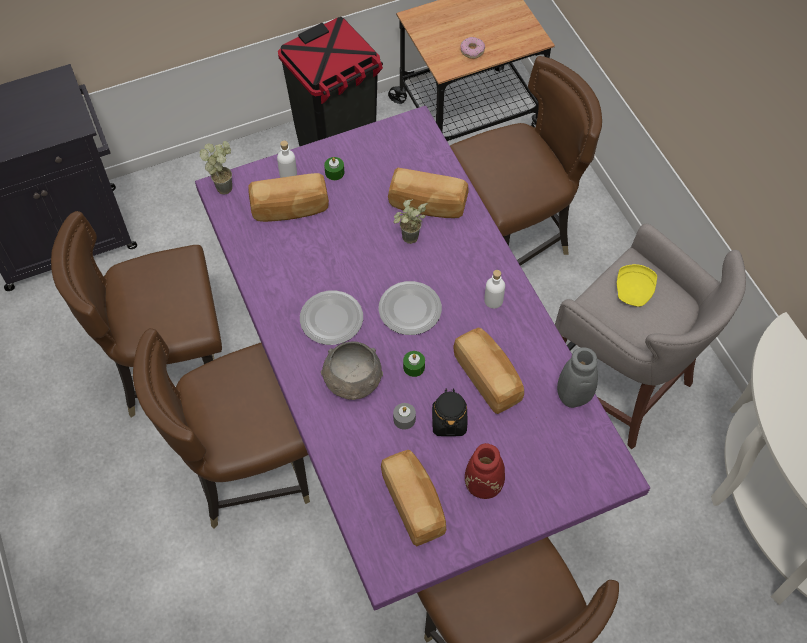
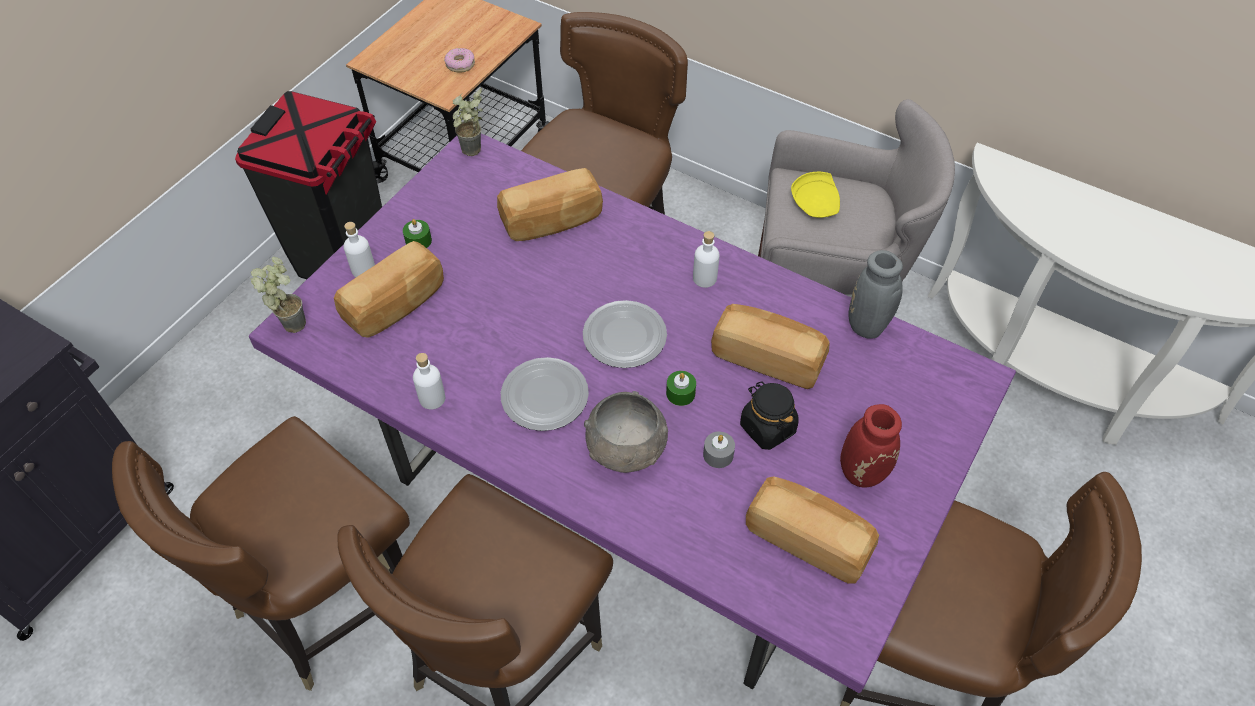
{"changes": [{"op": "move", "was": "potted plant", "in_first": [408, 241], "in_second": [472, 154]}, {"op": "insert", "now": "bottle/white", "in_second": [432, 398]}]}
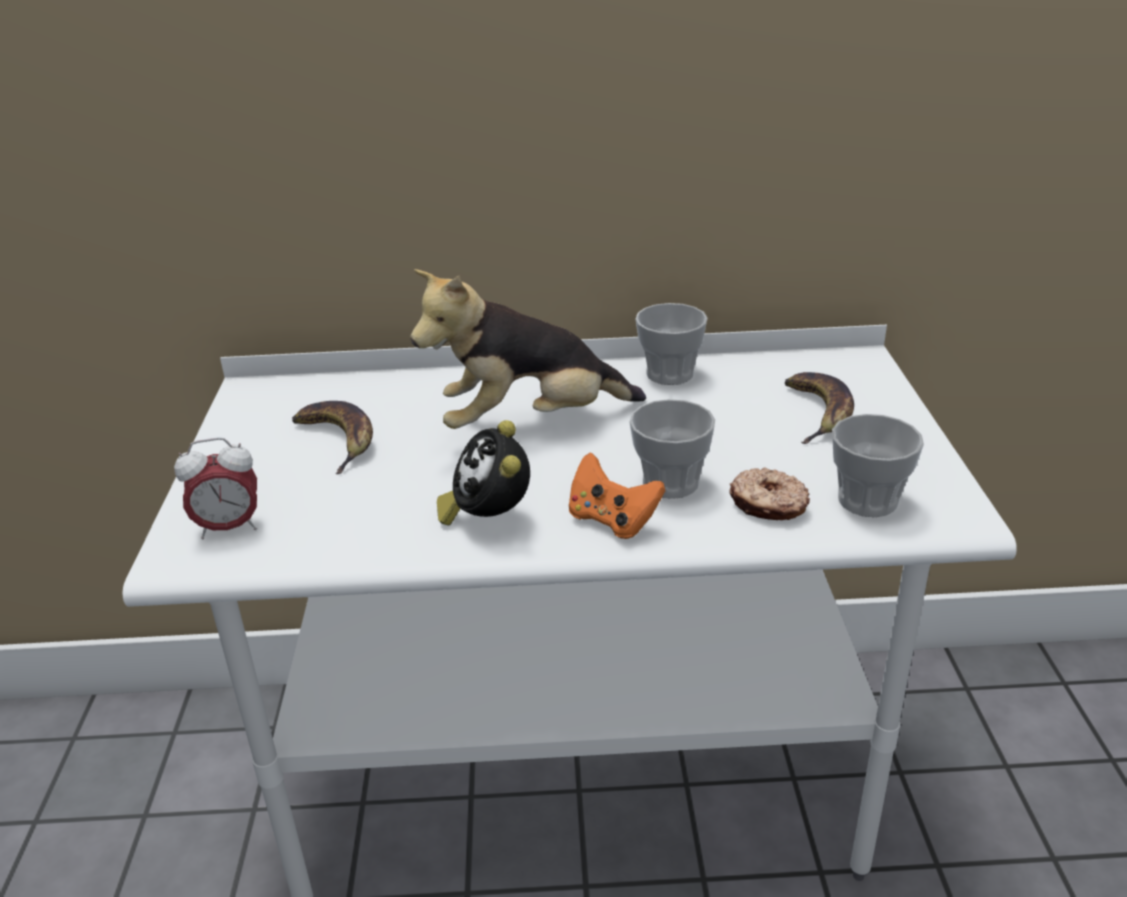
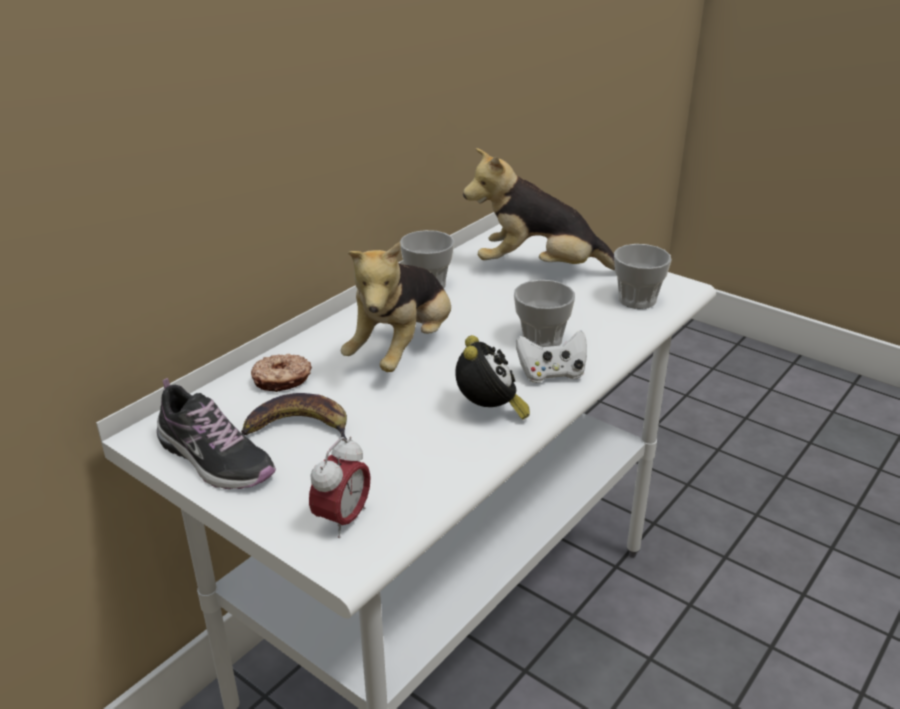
{"changes": [{"op": "replace", "was": "banana", "now": "plush toy", "in_first": [818, 413], "in_second": [540, 269]}, {"op": "rotate", "was": "alarm clock", "in_first": [488, 518], "in_second": [489, 412], "clockwise": -120}, {"op": "recolor", "was": "game controller/orange", "now": "game controller/white", "in_first": [612, 520], "in_second": [552, 374]}, {"op": "move", "was": "donut", "in_first": [768, 505], "in_second": [282, 380]}, {"op": "insert", "now": "shoe", "in_second": [215, 459]}]}
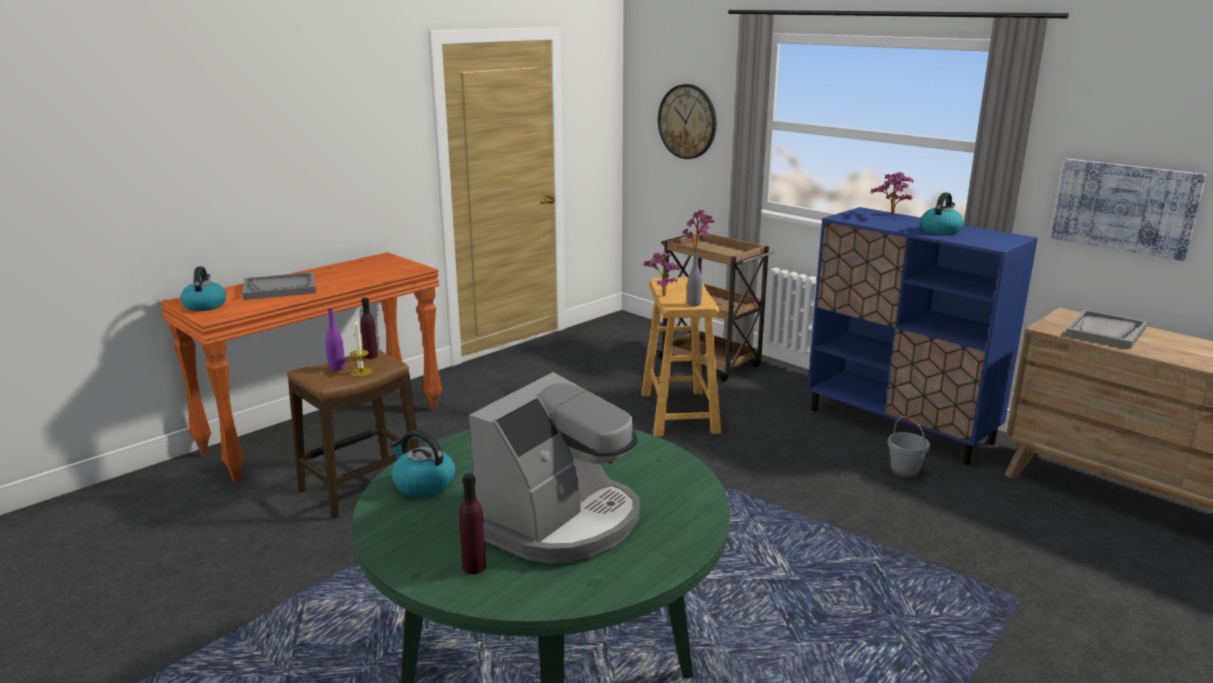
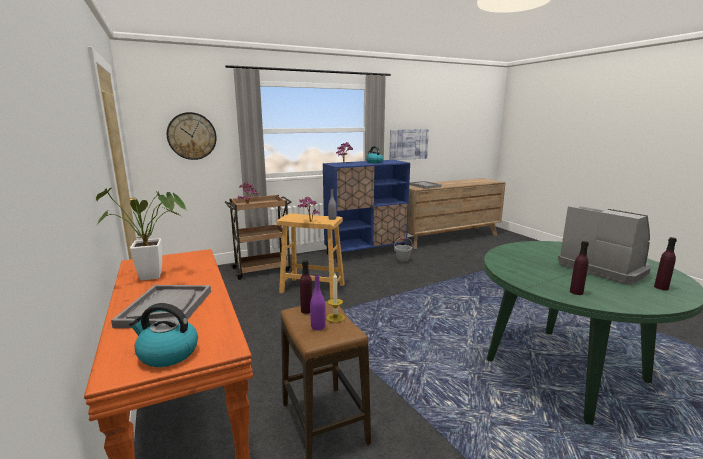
{"changes": [{"op": "replace", "was": "kettle", "now": "bottle/purple", "in_first": [423, 484], "in_second": [576, 292]}, {"op": "insert", "now": "potted plant", "in_second": [157, 276]}]}
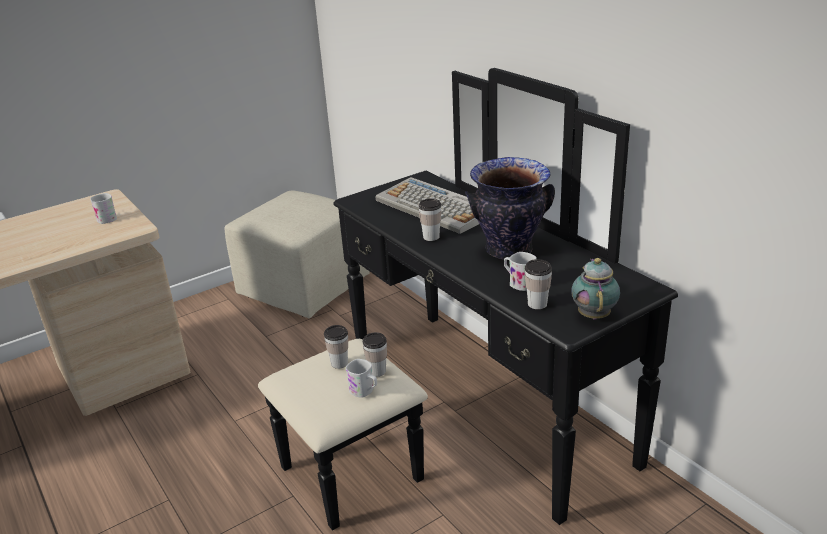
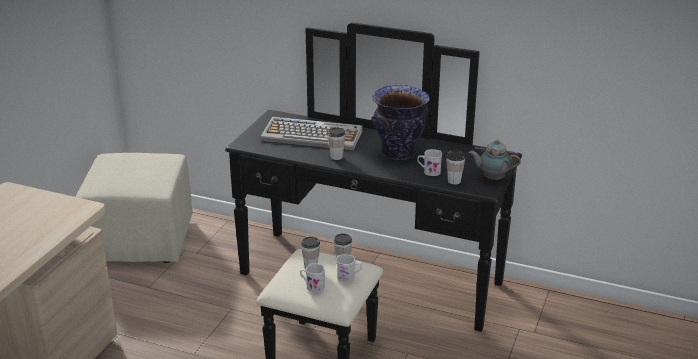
{"changes": [{"op": "move", "was": "mug/white", "in_first": [105, 218], "in_second": [312, 286]}, {"op": "rotate", "was": "teapot", "in_first": [594, 314], "in_second": [492, 178], "clockwise": -45}]}
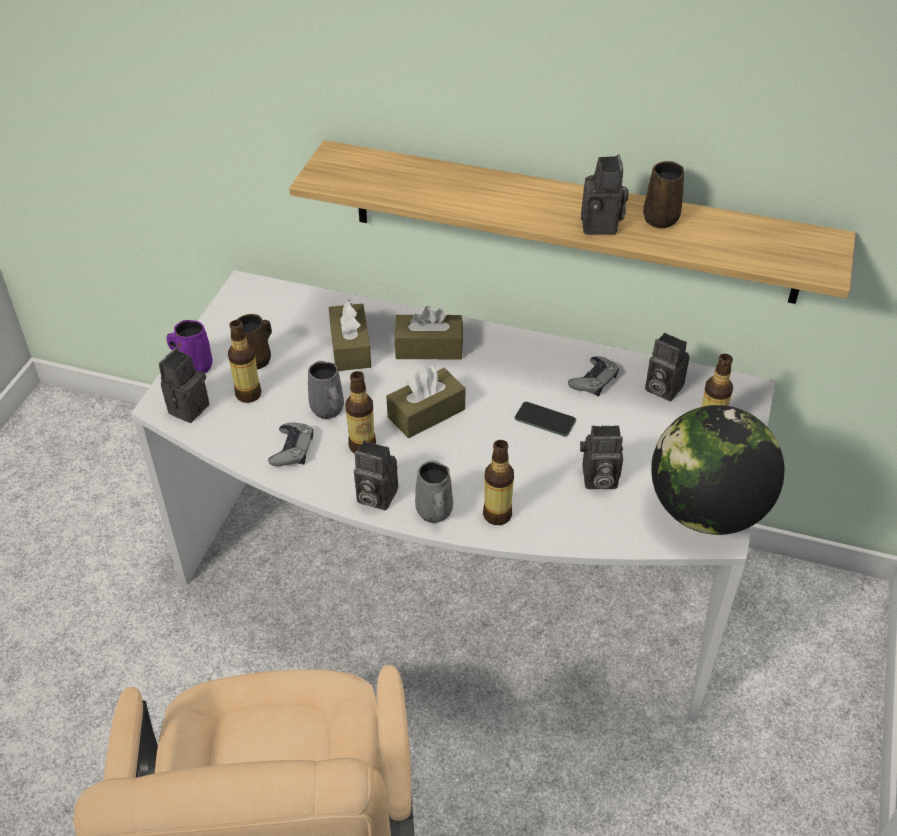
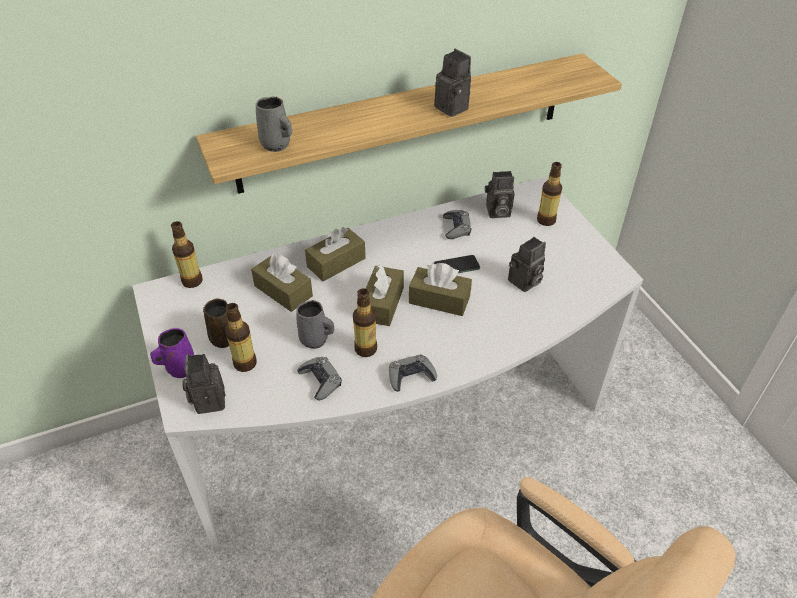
{"changes": [{"op": "delete", "was": "mug/brown", "in_first": [661, 217]}, {"op": "delete", "was": "globe", "in_first": [706, 511]}, {"op": "replace", "was": "photo camera", "now": "game controller/grey", "in_first": [374, 496], "in_second": [411, 376]}, {"op": "move", "was": "bottle", "in_first": [497, 515], "in_second": [192, 281]}, {"op": "move", "was": "mug/grey", "in_first": [434, 512], "in_second": [277, 145]}, {"op": "insert", "now": "tissue box/brown", "in_second": [439, 300]}]}
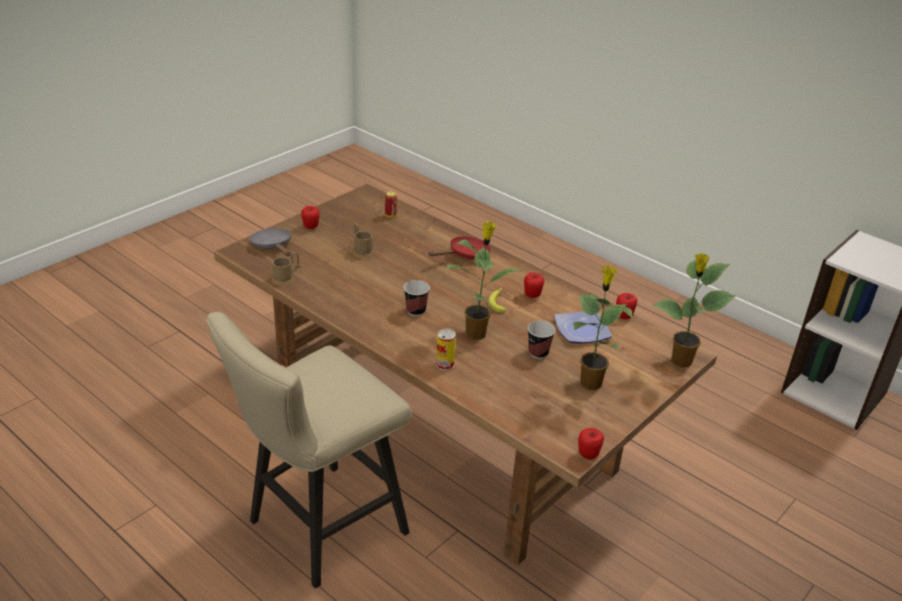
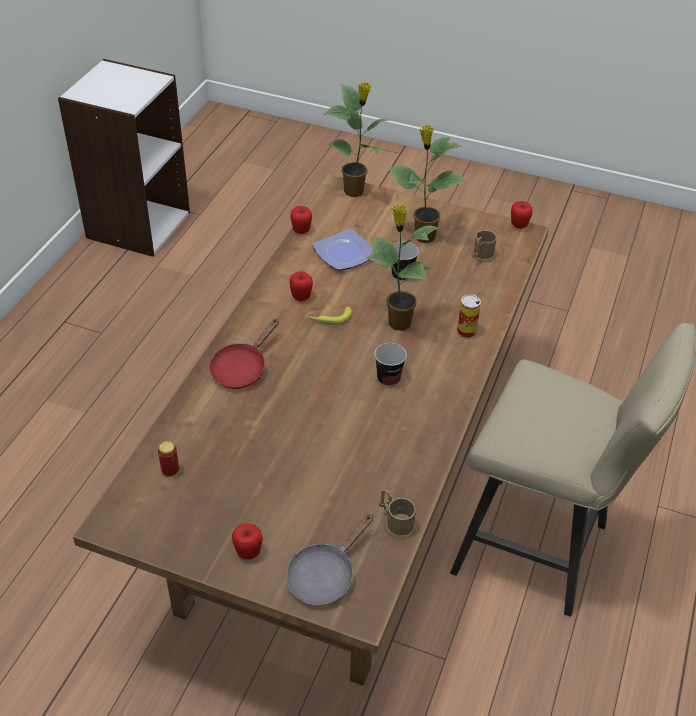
{"changes": [{"op": "move", "was": "mug/brown", "in_first": [361, 251], "in_second": [481, 257]}, {"op": "rotate", "was": "frying pan/red", "in_first": [465, 255], "in_second": [242, 368], "clockwise": -90}]}
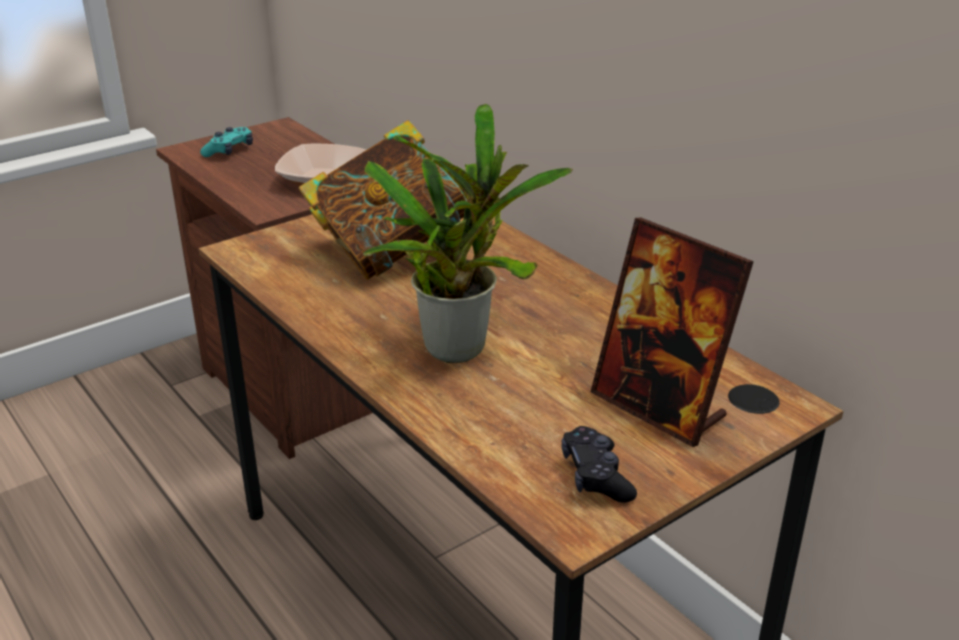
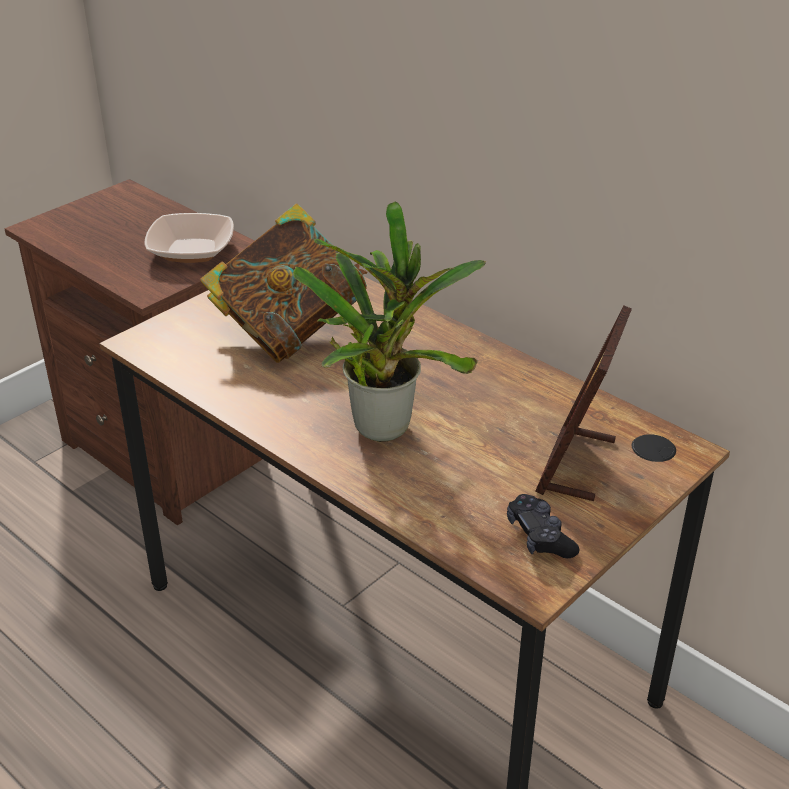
{"changes": [{"op": "delete", "was": "game controller/turquoise", "in_first": [229, 151]}, {"op": "rotate", "was": "picture frame", "in_first": [659, 407], "in_second": [576, 465], "clockwise": 75}]}
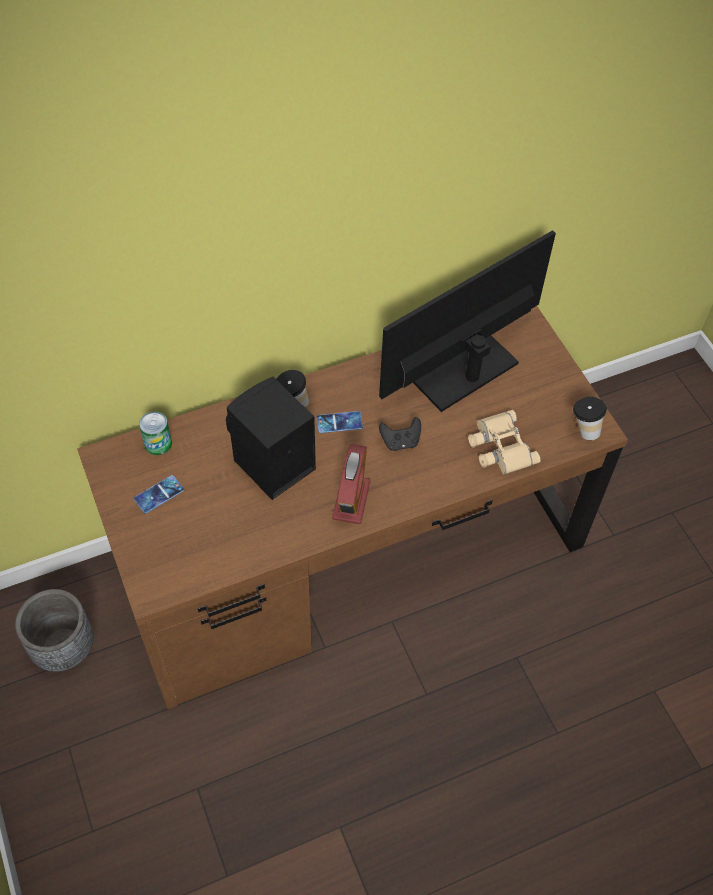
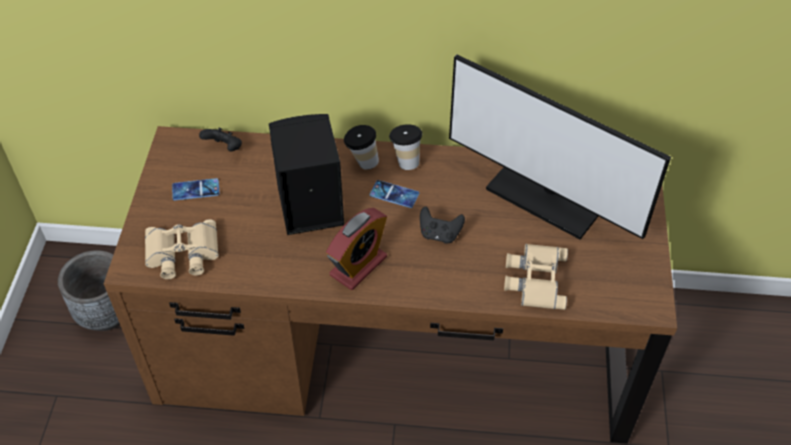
{"changes": [{"op": "rotate", "was": "monitor", "in_first": [465, 372], "in_second": [545, 198], "clockwise": -135}, {"op": "move", "was": "cup", "in_first": [583, 430], "in_second": [406, 160]}, {"op": "replace", "was": "can", "now": "game controller/black", "in_first": [158, 443], "in_second": [224, 148]}, {"op": "insert", "now": "binoculars/beige", "in_second": [182, 254]}]}
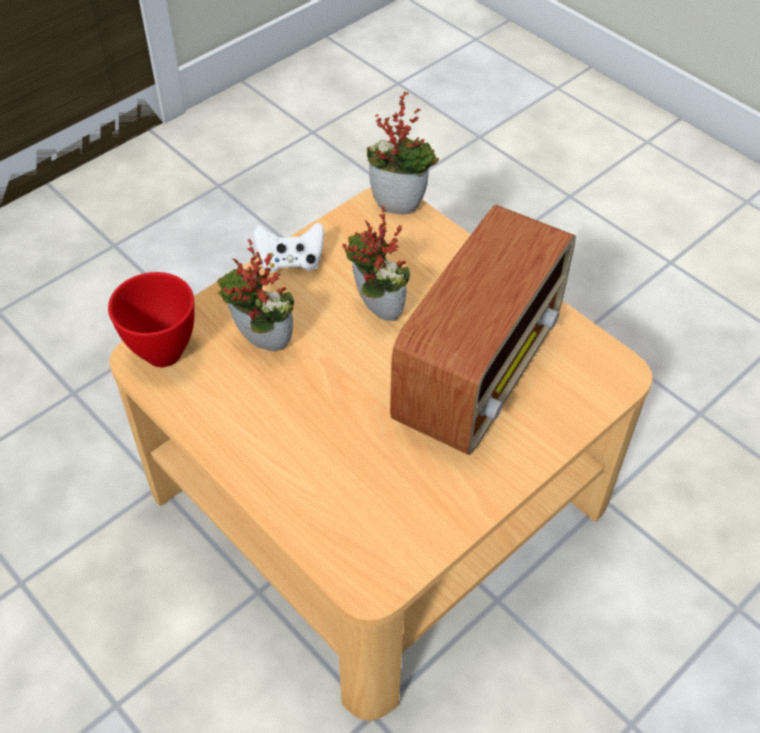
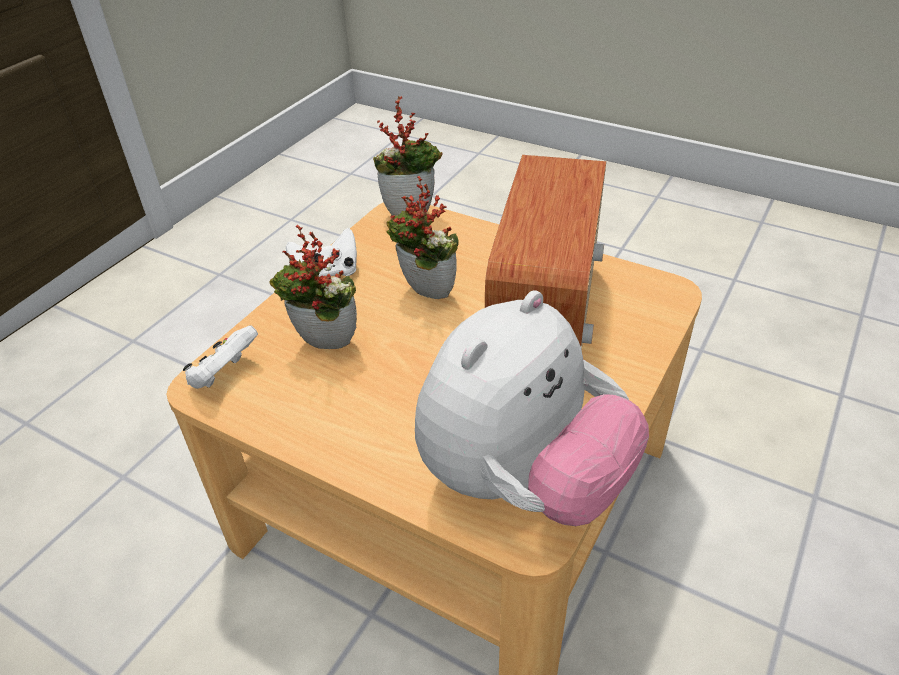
{"changes": [{"op": "replace", "was": "bowl/red", "now": "game controller/white", "in_first": [164, 351], "in_second": [224, 375]}, {"op": "insert", "now": "plush toy", "in_second": [523, 482]}]}
